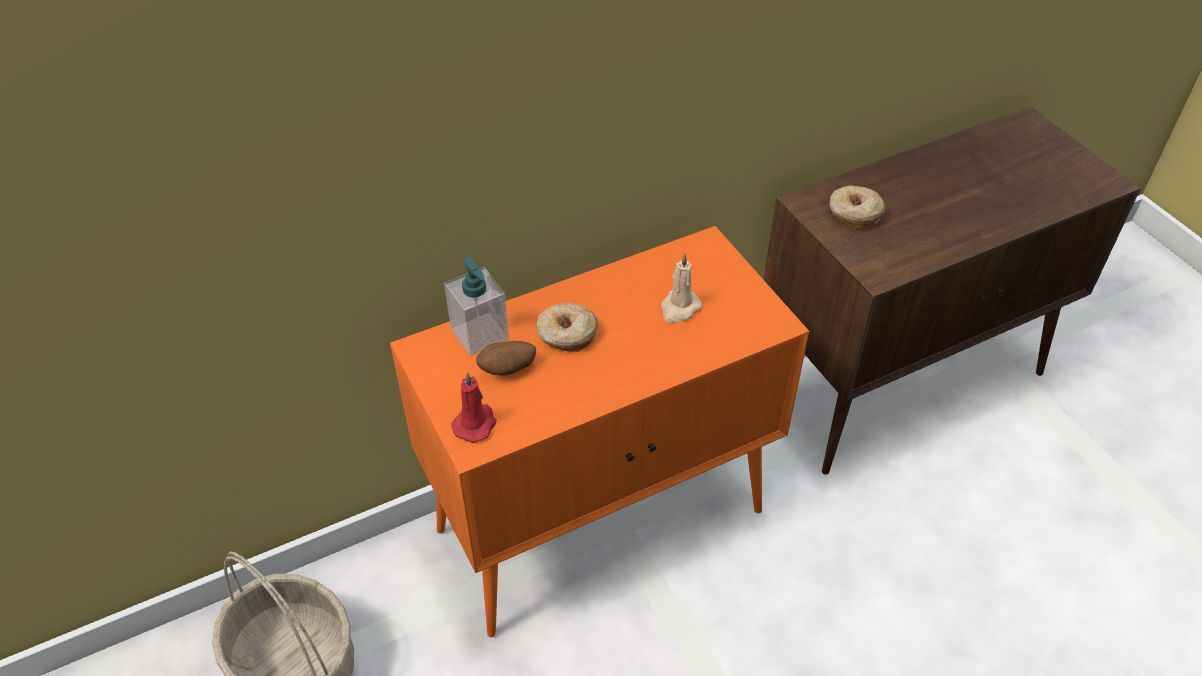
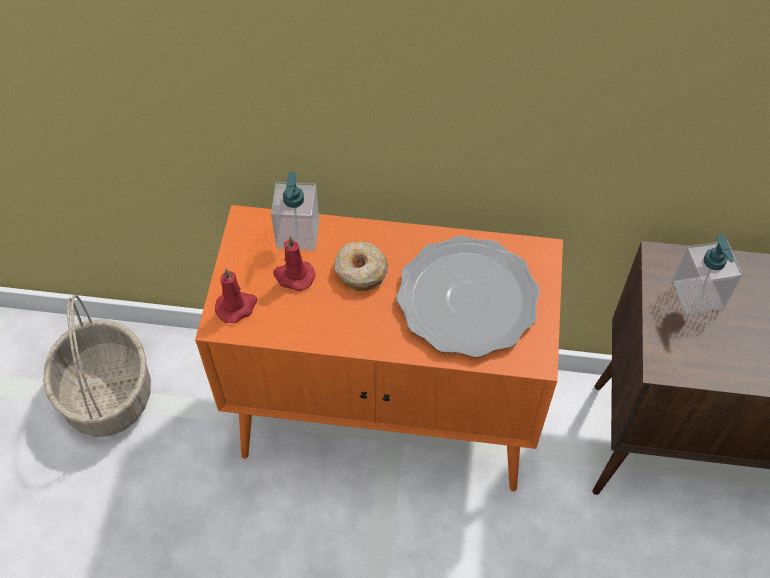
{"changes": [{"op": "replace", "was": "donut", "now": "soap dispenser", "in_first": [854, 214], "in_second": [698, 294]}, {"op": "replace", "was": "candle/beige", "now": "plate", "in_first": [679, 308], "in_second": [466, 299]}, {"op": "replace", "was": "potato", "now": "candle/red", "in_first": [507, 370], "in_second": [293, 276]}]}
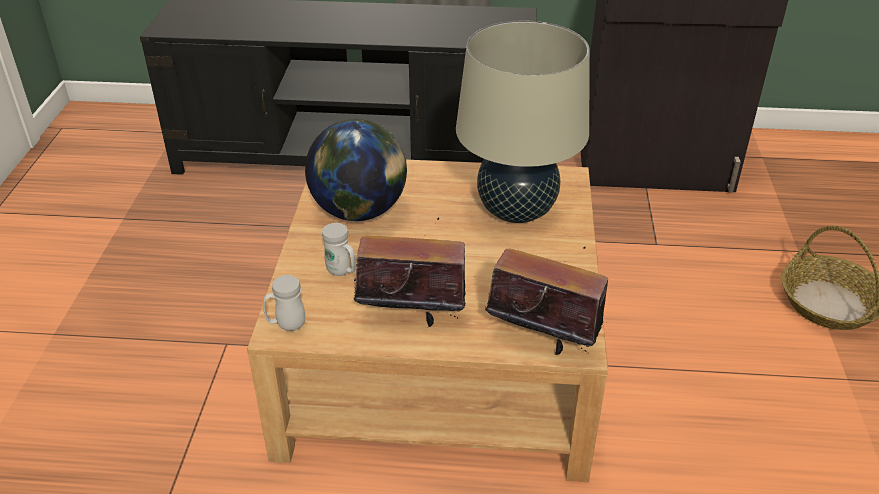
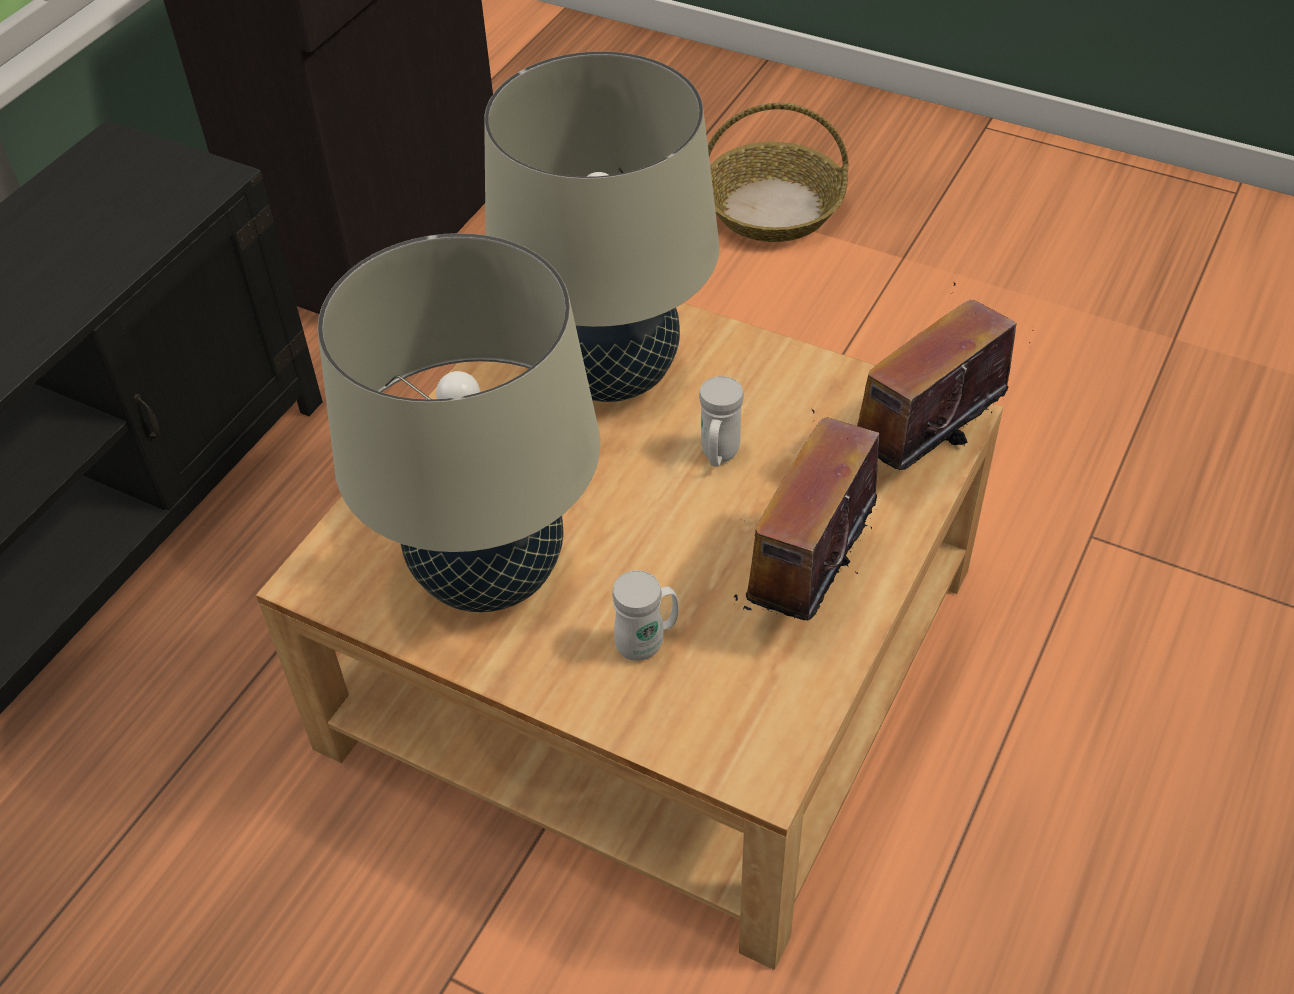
{"changes": [{"op": "replace", "was": "globe", "now": "table lamp/beige", "in_first": [359, 212], "in_second": [489, 574]}, {"op": "move", "was": "mug/white", "in_first": [286, 325], "in_second": [718, 456]}]}
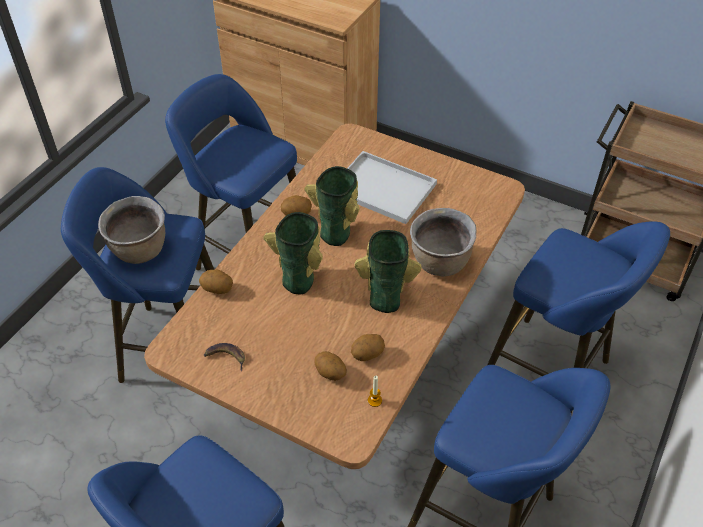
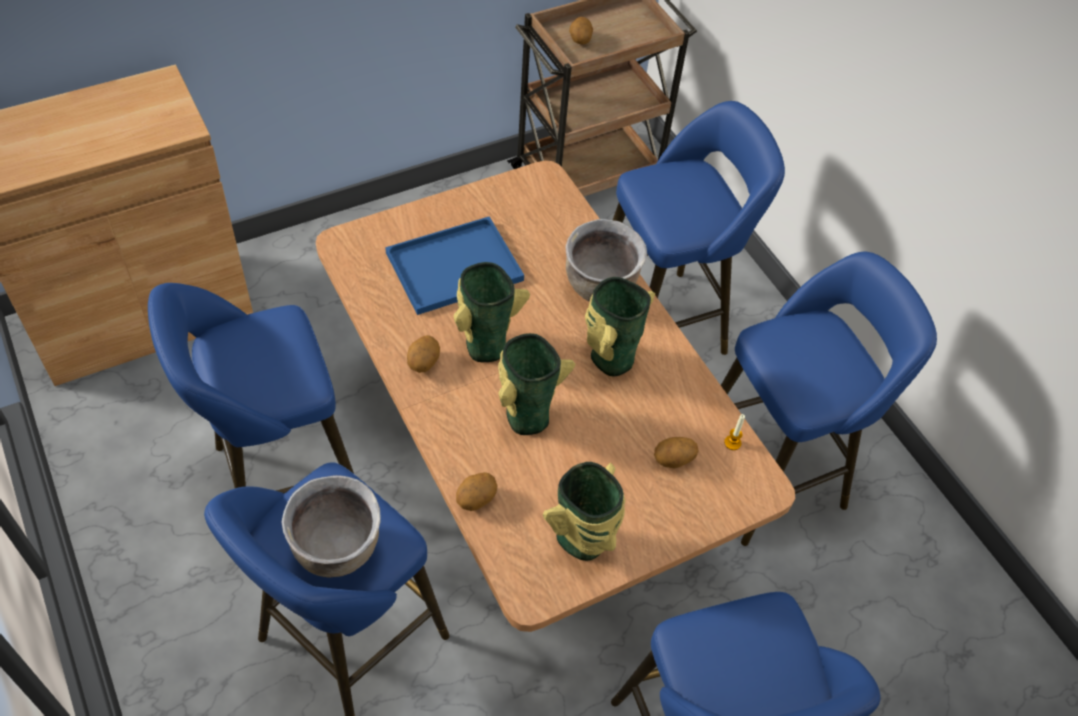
{"changes": [{"op": "recolor", "was": "tray/white", "now": "tray/blue", "in_first": [385, 188], "in_second": [456, 265]}, {"op": "move", "was": "potato", "in_first": [367, 354], "in_second": [580, 40]}, {"op": "replace", "was": "banana", "now": "vase", "in_first": [226, 357], "in_second": [583, 542]}]}
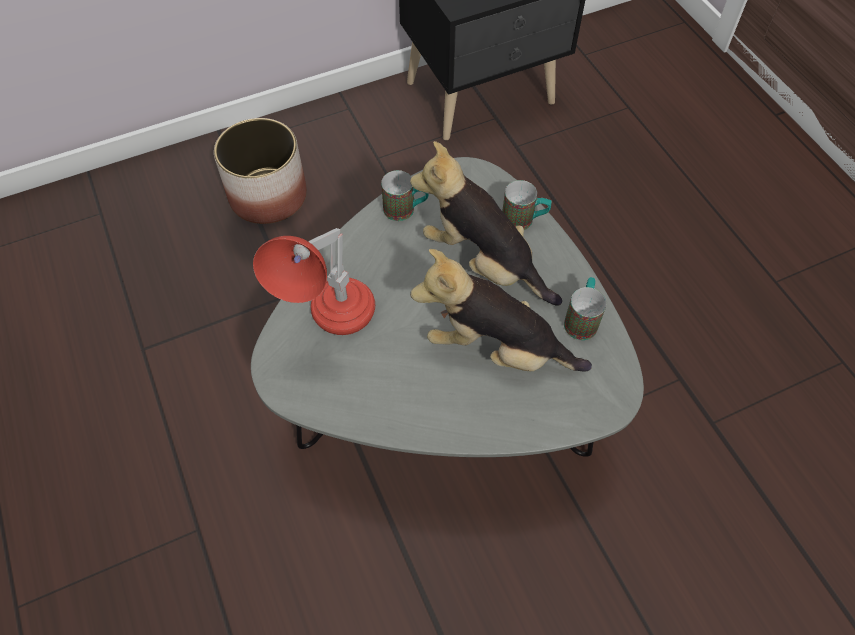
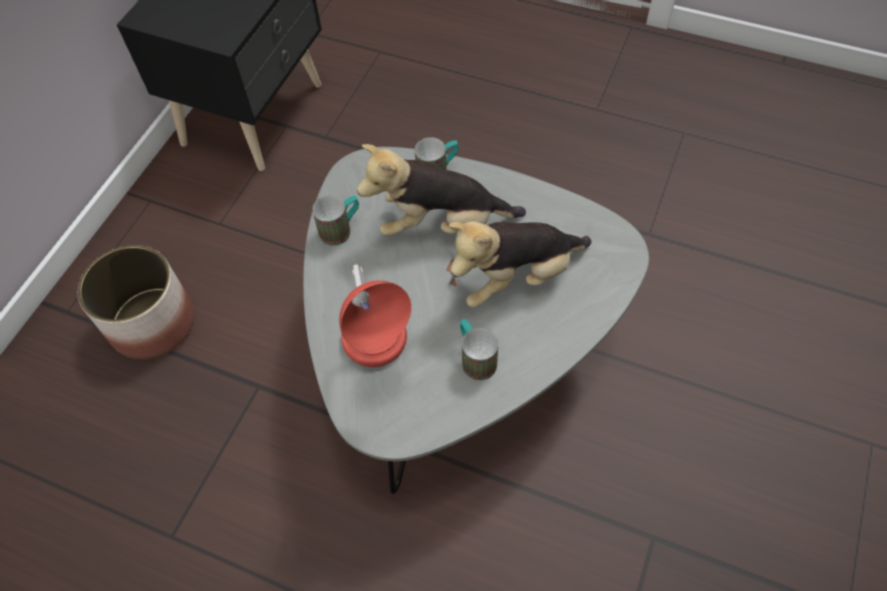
{"changes": [{"op": "move", "was": "mug", "in_first": [581, 319], "in_second": [475, 358]}]}
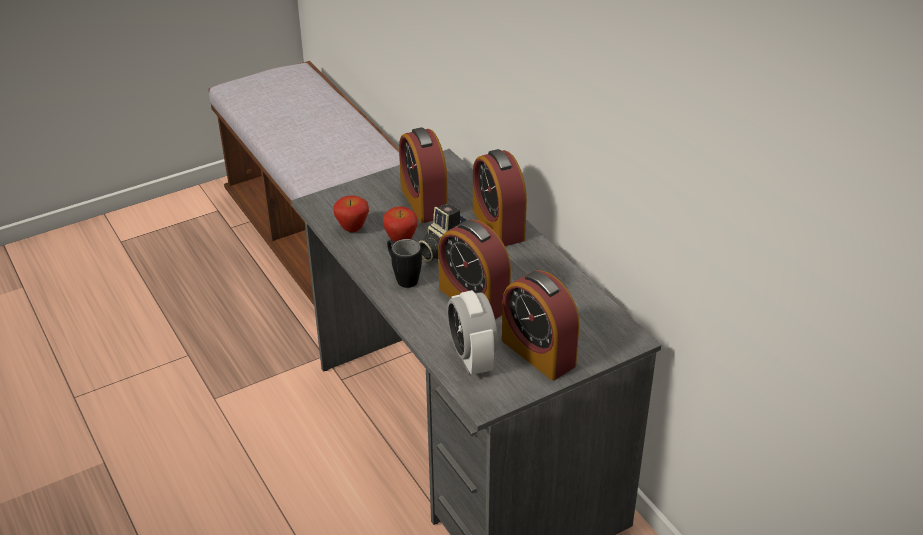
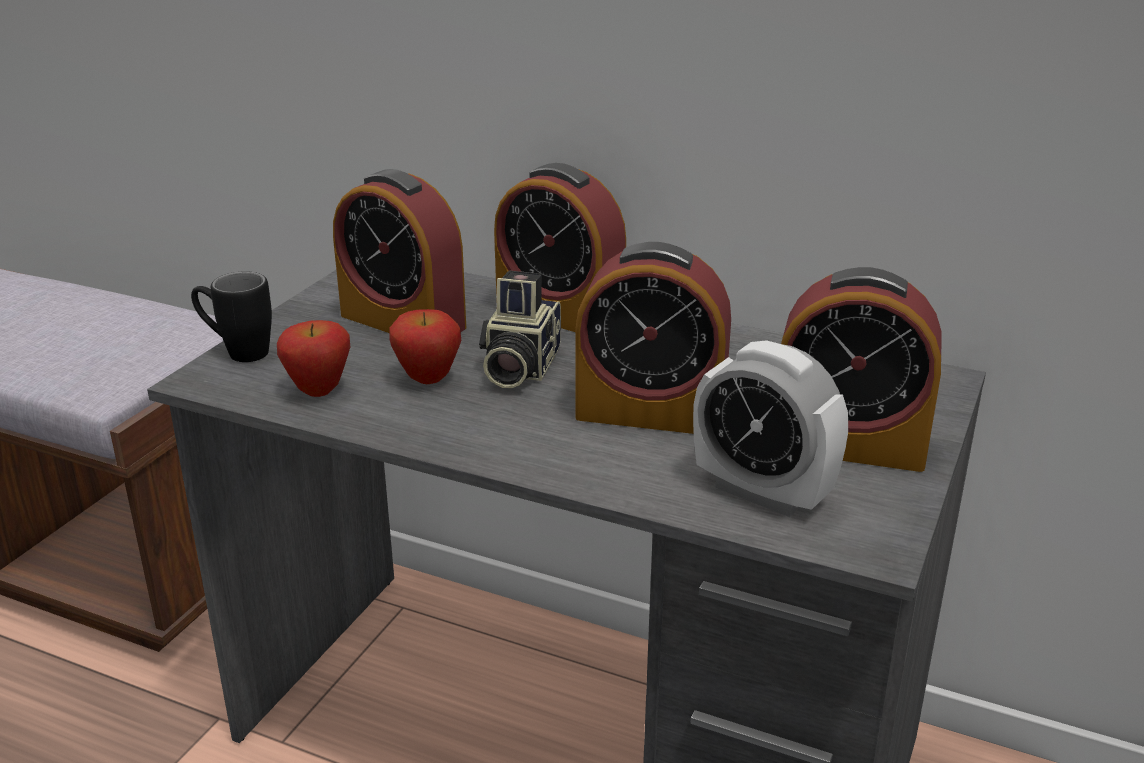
{"changes": [{"op": "move", "was": "mug/black", "in_first": [403, 277], "in_second": [237, 352]}]}
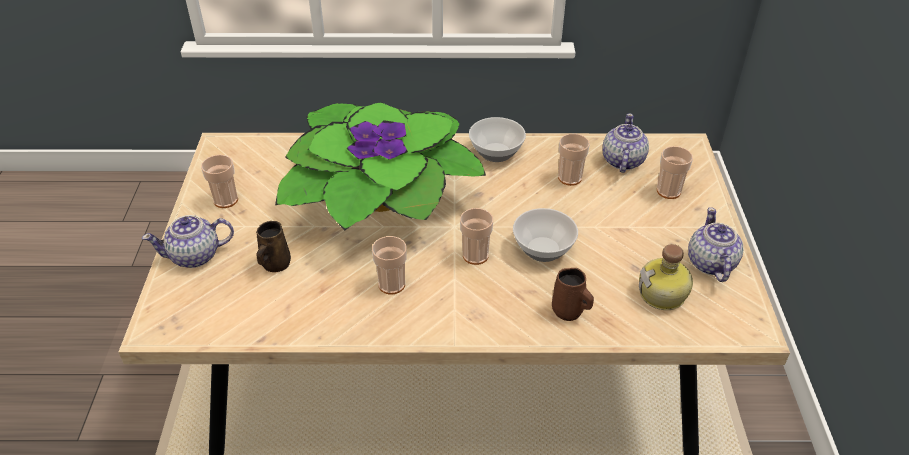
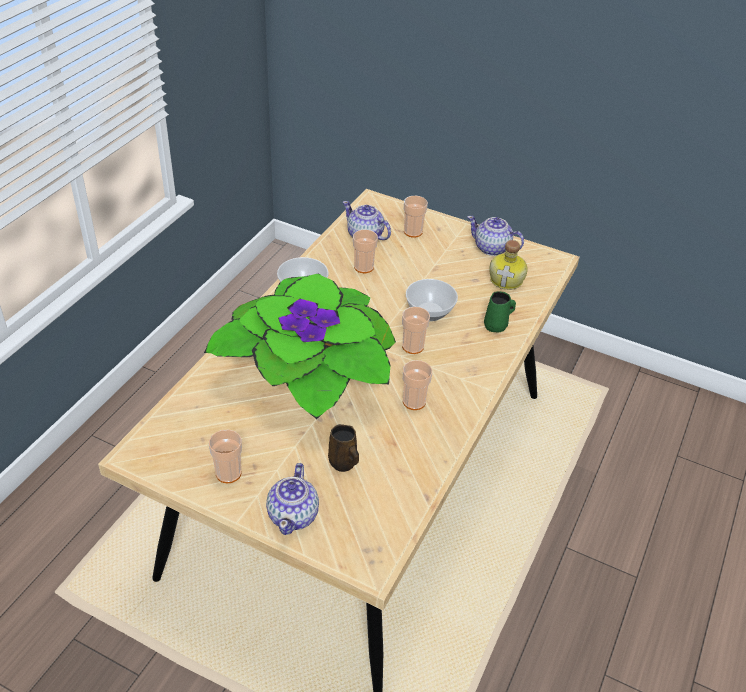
{"changes": [{"op": "recolor", "was": "mug/brown", "now": "mug/green", "in_first": [569, 312], "in_second": [496, 326]}]}
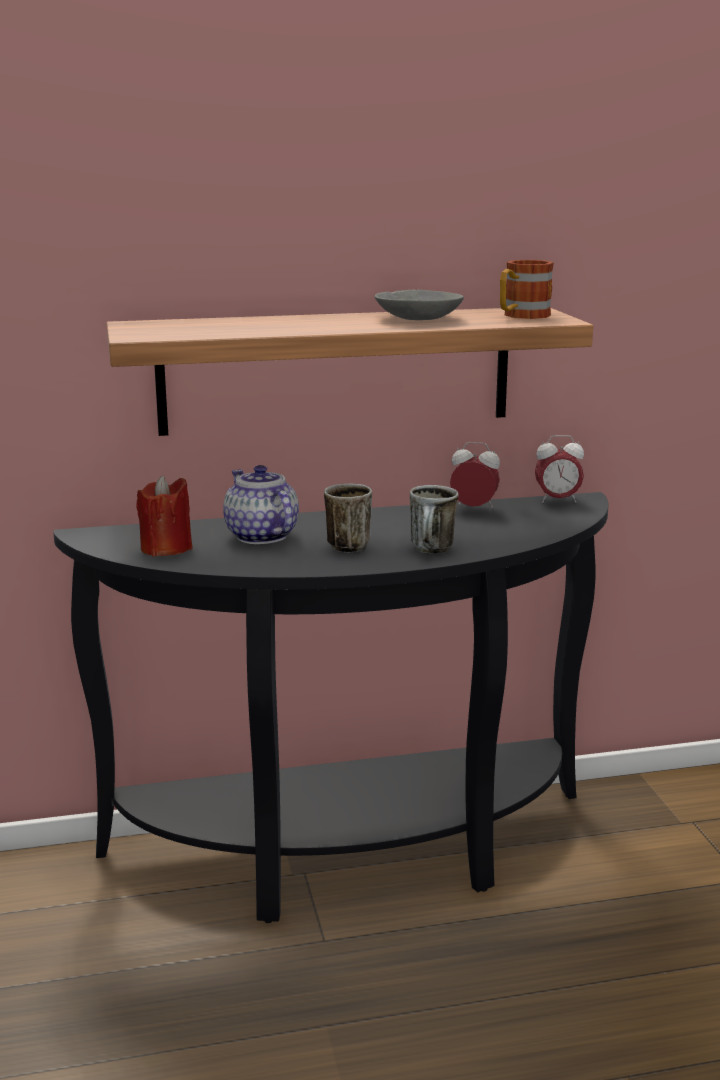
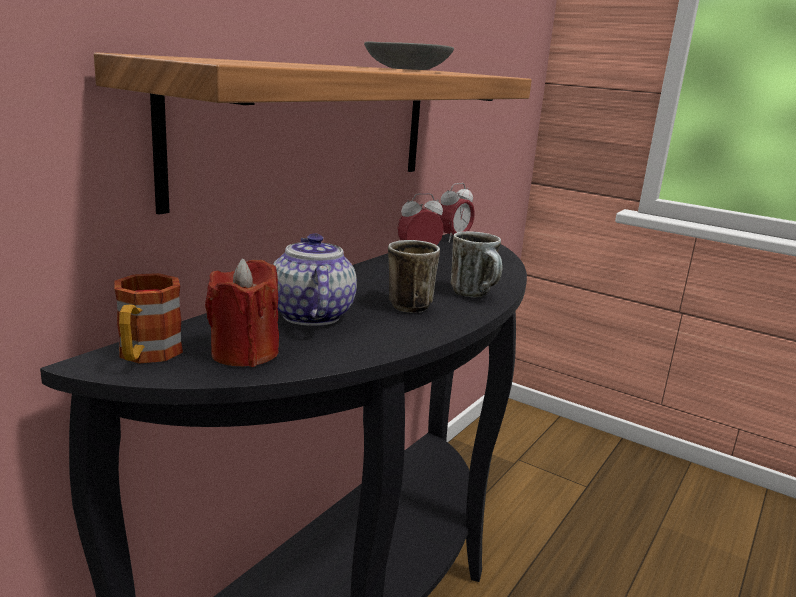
{"changes": [{"op": "move", "was": "mug", "in_first": [521, 316], "in_second": [145, 356]}, {"op": "rotate", "was": "teapot", "in_first": [260, 536], "in_second": [310, 315], "clockwise": 60}]}
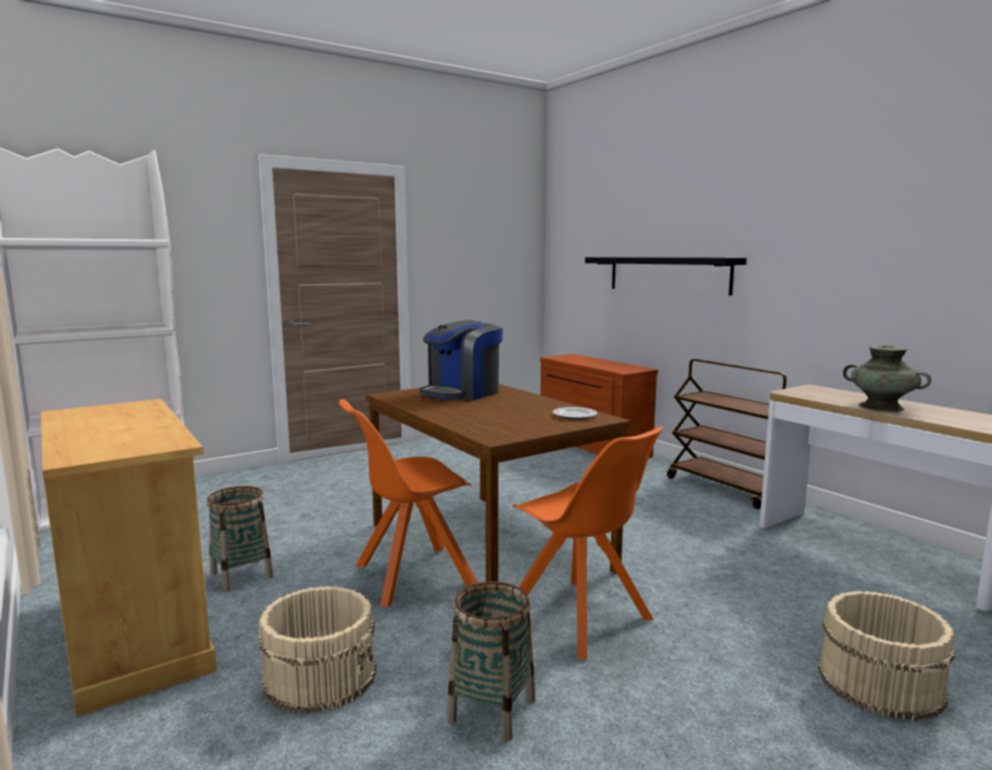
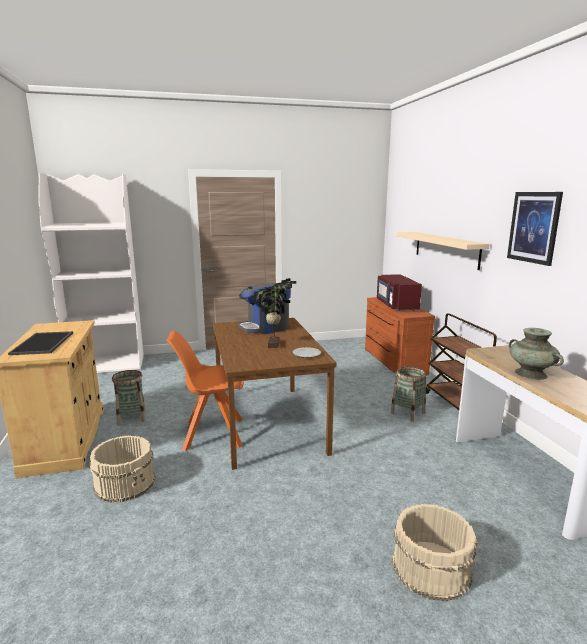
{"changes": [{"op": "recolor", "was": "shelf/black", "now": "shelf/beige", "in_first": [667, 274], "in_second": [445, 249]}, {"op": "delete", "was": "chair/orange", "in_first": [581, 618]}, {"op": "move", "was": "basket", "in_first": [492, 710], "in_second": [407, 413]}, {"op": "insert", "now": "picture", "in_second": [534, 227]}, {"op": "insert", "now": "microwave/red", "in_second": [396, 305]}, {"op": "insert", "now": "potted plant", "in_second": [275, 344]}, {"op": "insert", "now": "tray", "in_second": [44, 343]}]}
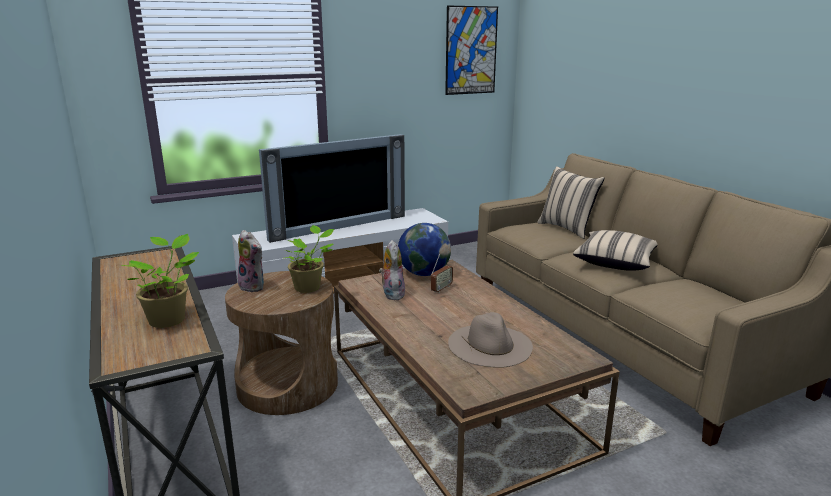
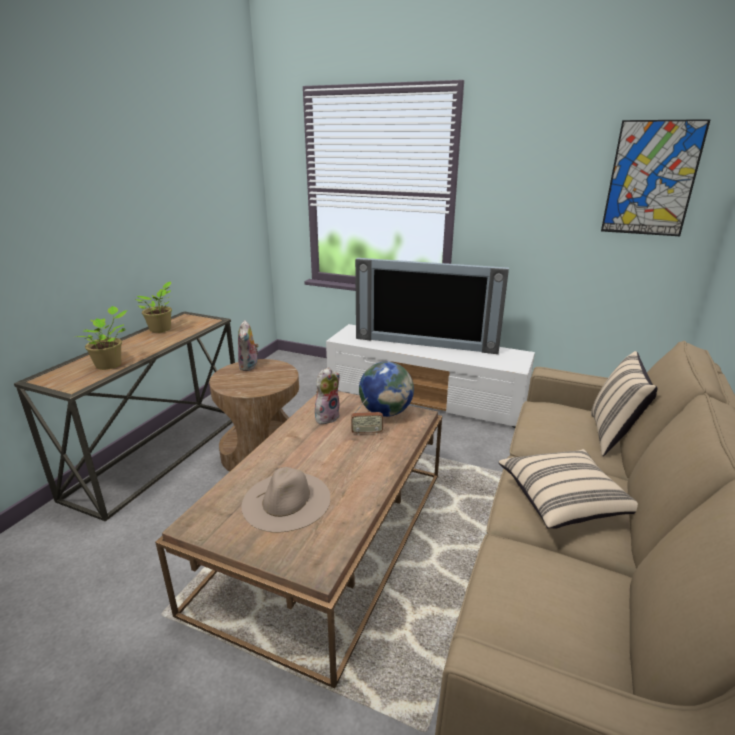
{"changes": [{"op": "move", "was": "potted plant", "in_first": [309, 287], "in_second": [161, 329]}]}
